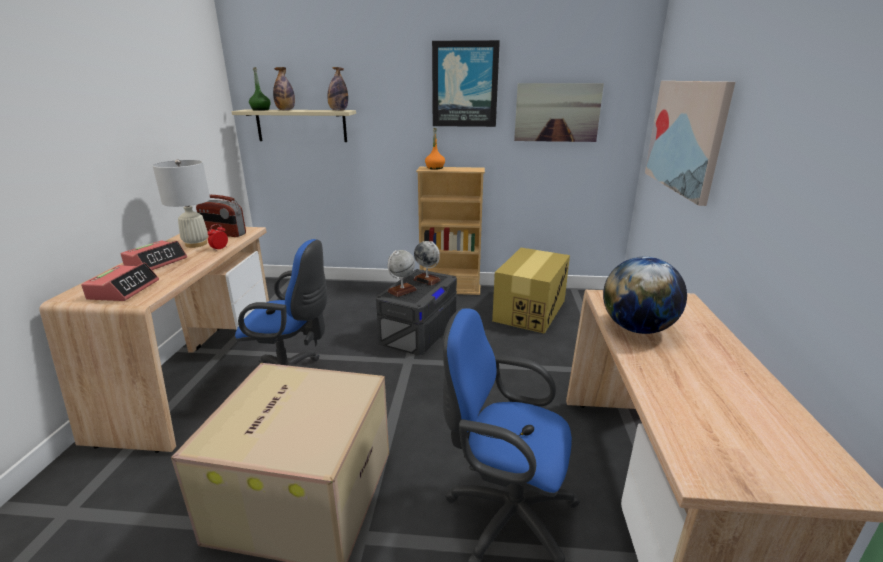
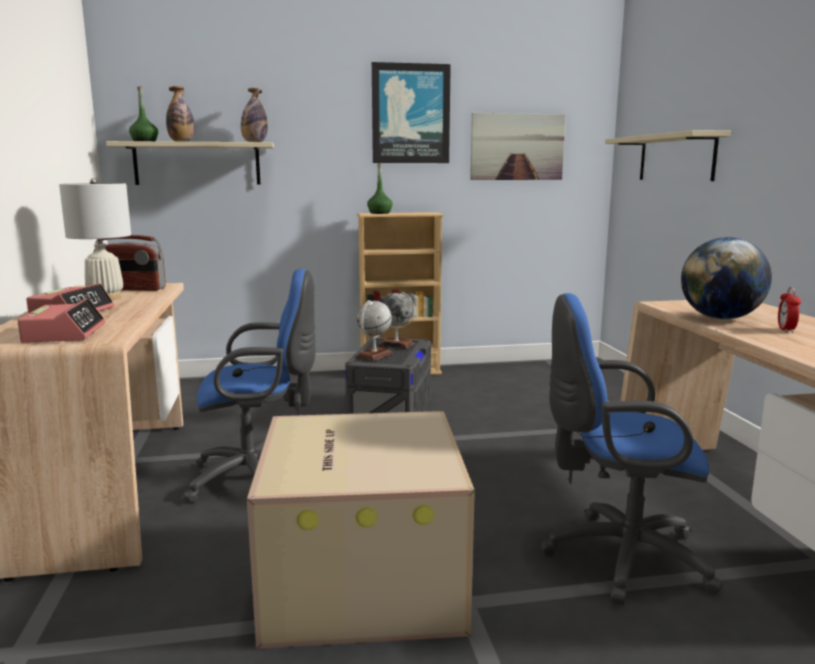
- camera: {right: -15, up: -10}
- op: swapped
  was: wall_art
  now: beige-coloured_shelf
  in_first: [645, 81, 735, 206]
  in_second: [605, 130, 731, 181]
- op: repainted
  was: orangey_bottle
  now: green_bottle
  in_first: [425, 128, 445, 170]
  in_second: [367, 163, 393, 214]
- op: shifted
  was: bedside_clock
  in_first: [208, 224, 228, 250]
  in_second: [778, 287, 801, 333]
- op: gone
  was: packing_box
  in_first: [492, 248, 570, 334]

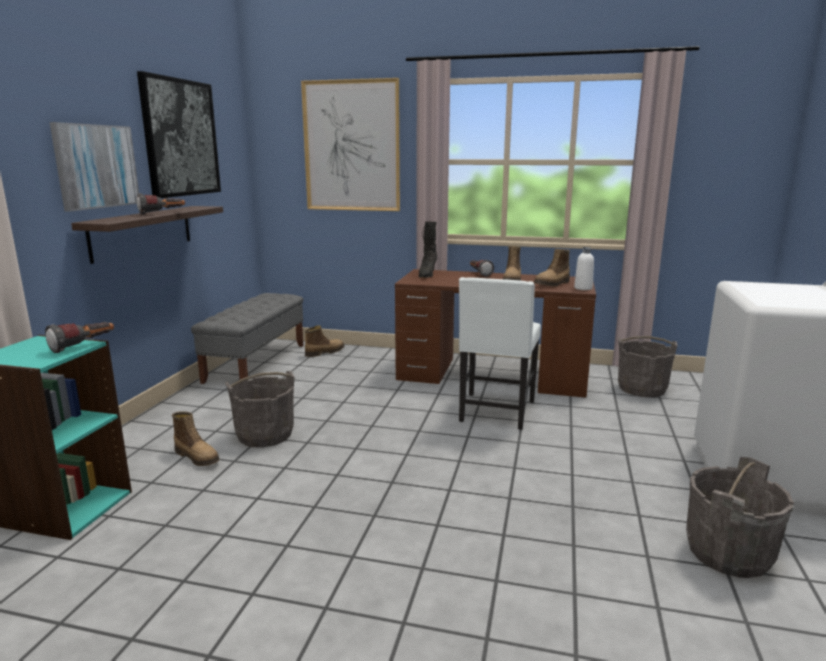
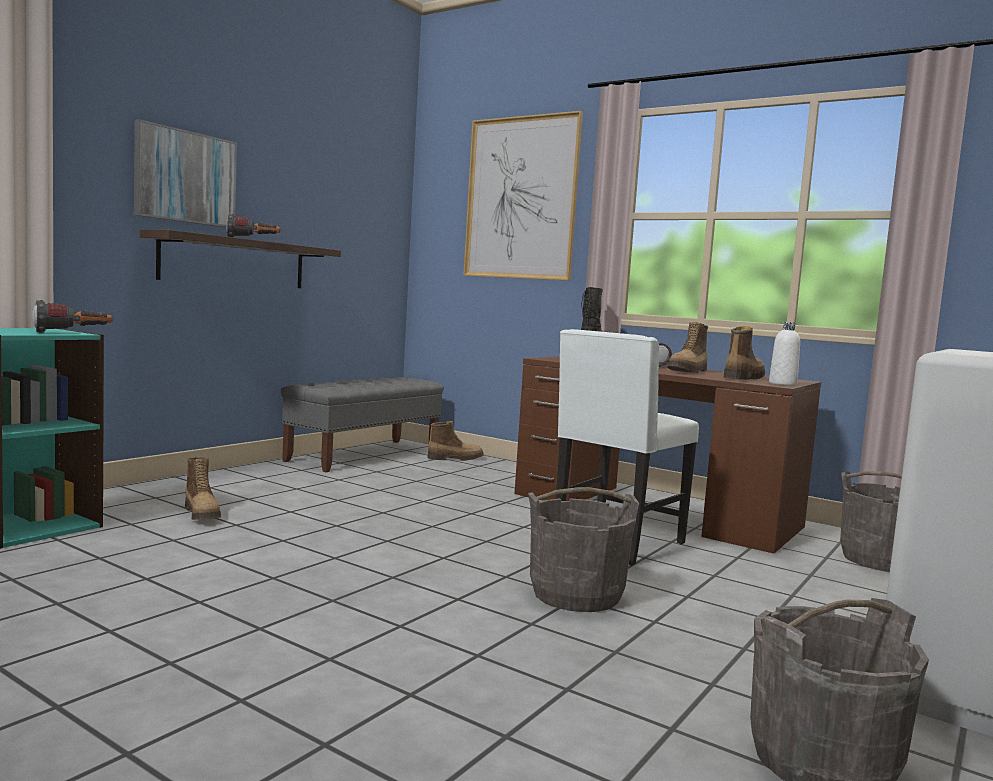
- camera: {right: 20, up: -10}
- op: gone
  was: wall_art
  in_first: [137, 71, 221, 198]
- op: rotated
  was: tall_boot
  in_first: [534, 249, 570, 287]
  in_second: [723, 326, 765, 380]
  clockwise: 150
- op: shifted
  was: grey_bucket
  in_first: [225, 371, 295, 447]
  in_second: [528, 487, 639, 612]

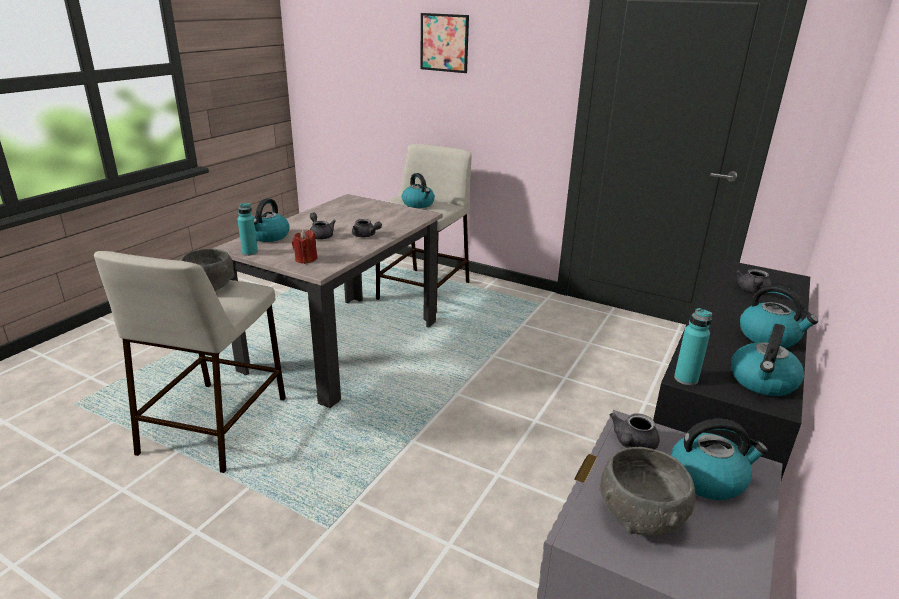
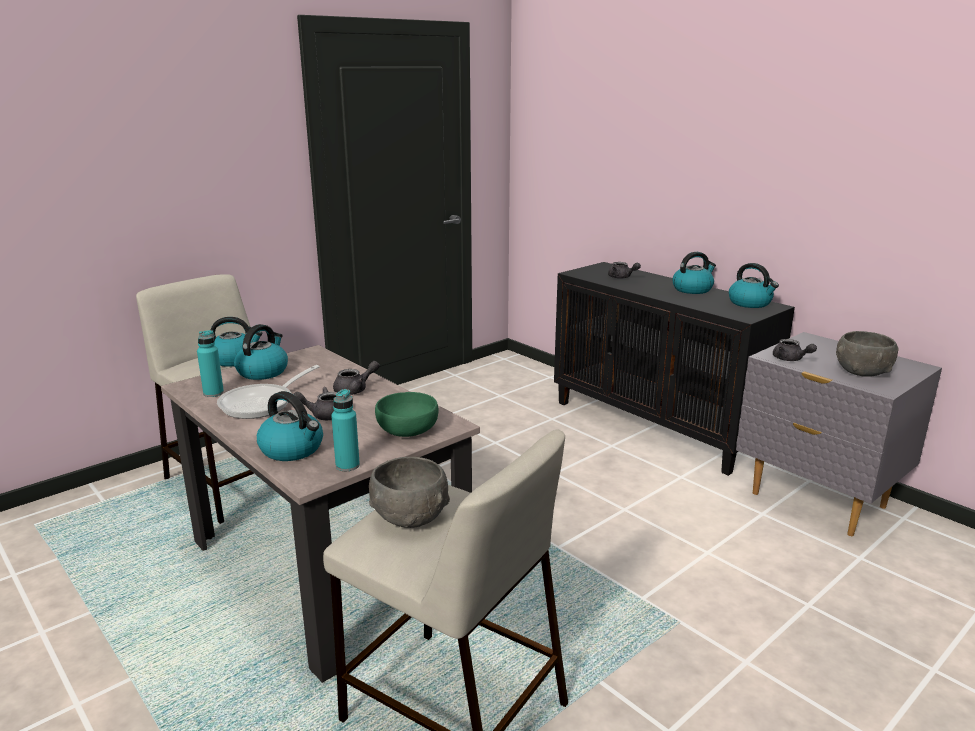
- camera: {right: -70, up: -5}
- op: gone
  was: wall_art
  in_first: [421, 13, 469, 73]
- op: swapped
  was: reddish_wax_light
  now: green_deep_dish
  in_first: [292, 230, 318, 264]
  in_second: [375, 392, 438, 437]
- op: shifted
  was: turquoise_bottle
  in_first: [674, 308, 712, 385]
  in_second: [197, 330, 224, 397]
- op: shifted
  was: water_kettle
  in_first: [671, 419, 768, 500]
  in_second: [234, 324, 288, 380]
- op: new
  now: pan
  in_second: [217, 365, 320, 419]

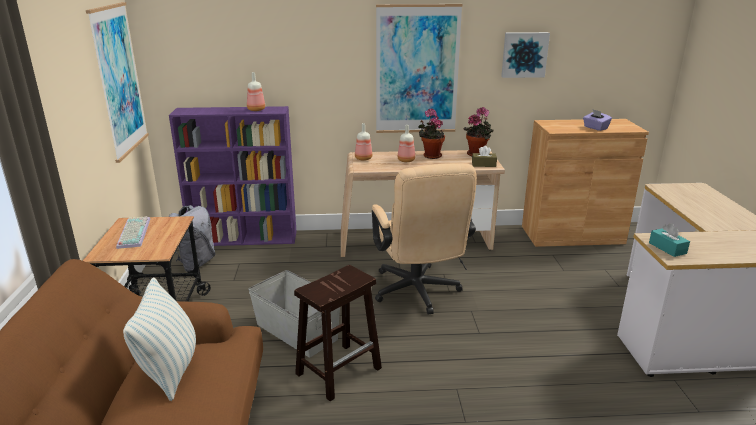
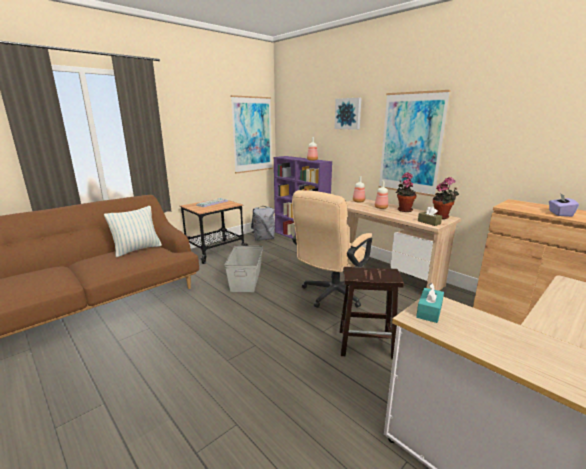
- camera: {right: 50, up: -5}
- op: shifted
  was: wall_art
  in_first: [501, 32, 550, 78]
  in_second: [334, 98, 362, 130]
- op: shifted
  was: brown-coloured_stool
  in_first: [294, 265, 382, 401]
  in_second: [340, 267, 404, 360]

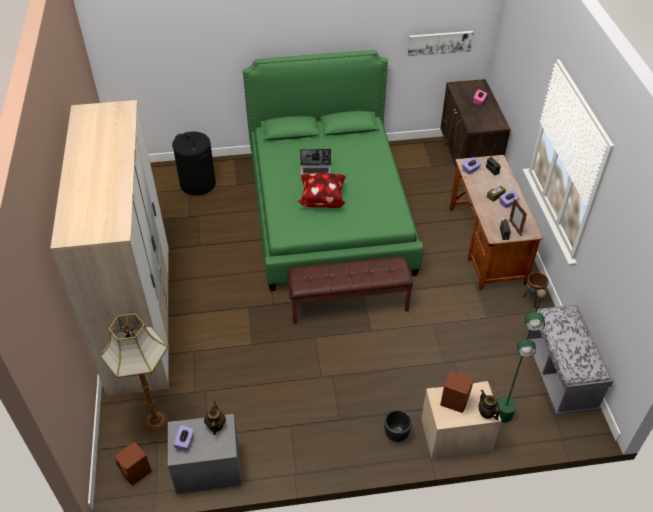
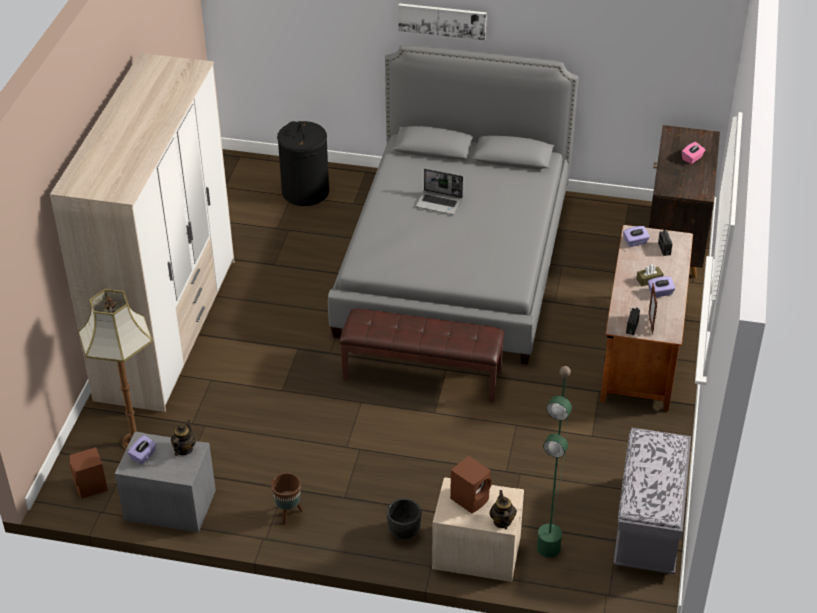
- camera: {right: 20, up: -5}
- op: shifted
  was: wall_art
  in_first: [408, 31, 474, 56]
  in_second: [398, 3, 487, 40]
- op: repainted
  was: green_bedroom_bed
  now: grey_bedroom_bed
  in_first: [243, 50, 423, 291]
  in_second: [328, 45, 578, 365]
- op: gone
  was: cushion
  in_first: [298, 173, 346, 208]
- op: shifted
  was: brown-coloured_planter
  in_first: [522, 272, 549, 308]
  in_second: [271, 473, 303, 525]

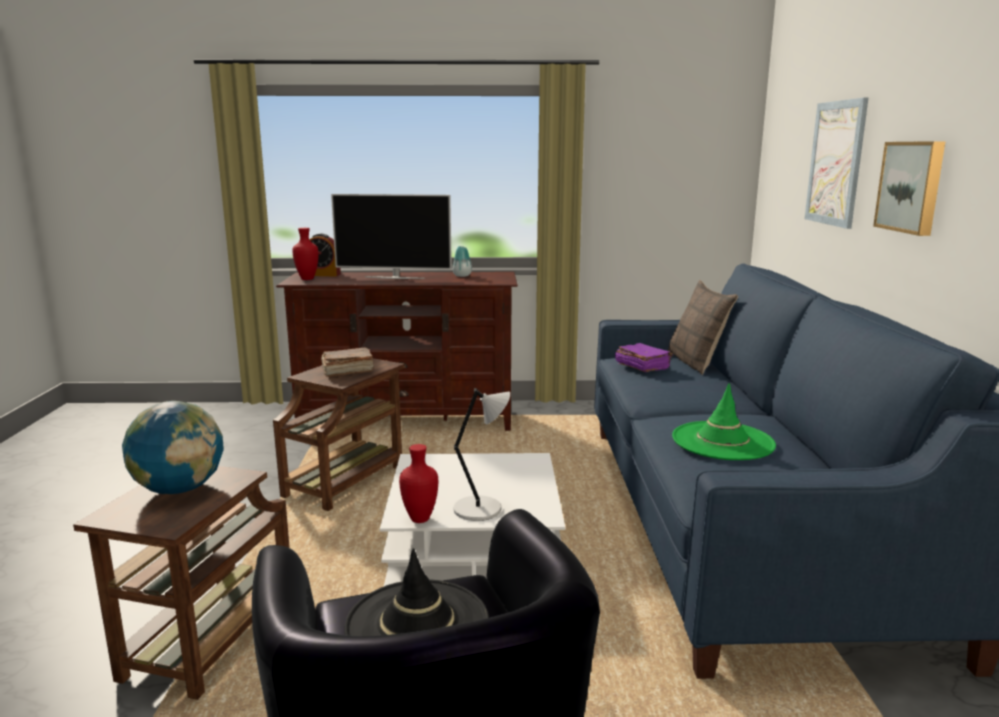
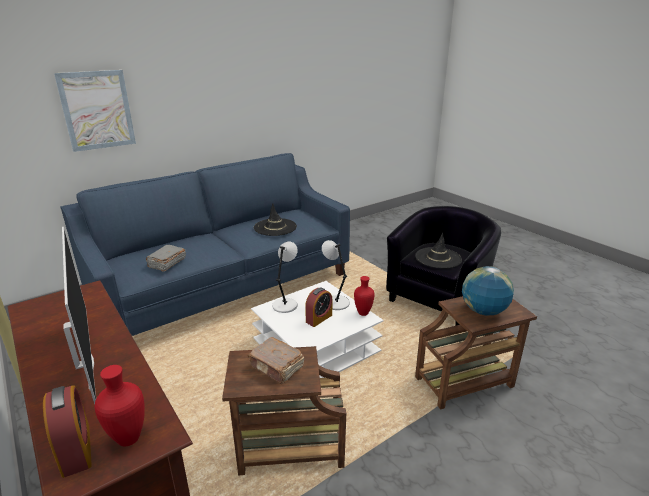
- camera: {right: -125, up: 10}
- op: gone
  was: wall_art
  in_first: [873, 141, 946, 236]
- op: gone
  was: flower_vase
  in_first: [453, 246, 472, 277]
- op: gone
  was: cushion
  in_first: [668, 280, 738, 375]
- op: repainted
  was: purplish_volume
  now: grey_volume
  in_first: [615, 343, 673, 372]
  in_second: [146, 245, 186, 272]
- op: repainted
  was: green_wearable_hat
  now: black-coloured_wearable_hat
  in_first: [672, 383, 776, 460]
  in_second: [254, 203, 297, 236]
- op: new
  now: grey_lamp_for_a_table
  in_second: [272, 241, 298, 313]
- op: new
  now: bedside_clock
  in_second: [305, 288, 332, 327]

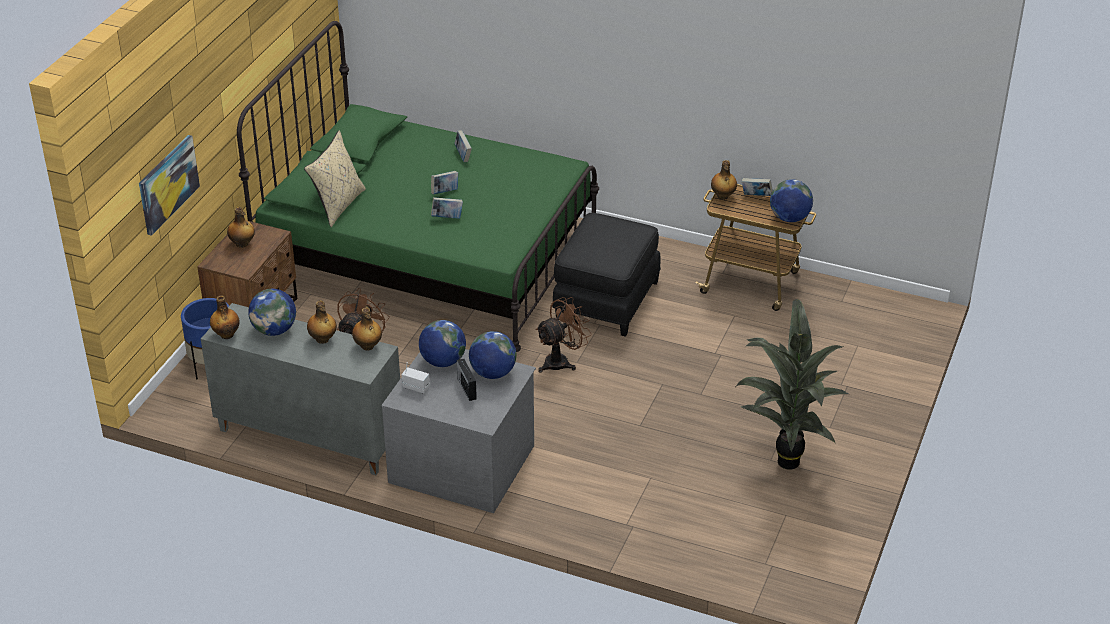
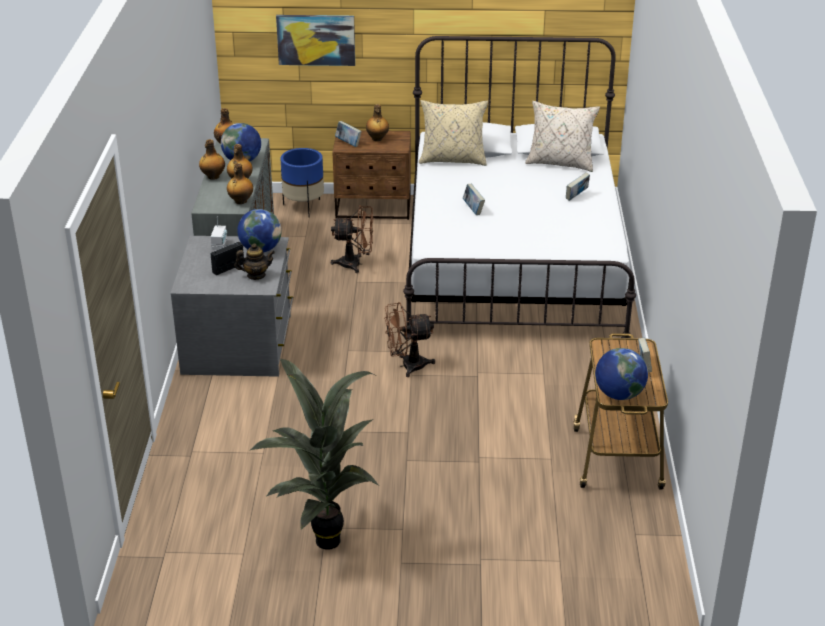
- camera: {right: 70, up: -5}
- op: repainted
  was: green_bedroom_bed
  now: white_bedroom_bed
  in_first: [237, 21, 599, 352]
  in_second: [403, 36, 636, 339]
- op: shifted
  was: bottle
  in_first: [711, 160, 737, 200]
  in_second: [199, 139, 225, 180]
- op: shifted
  was: volume
  in_first: [431, 171, 458, 194]
  in_second: [335, 121, 362, 147]
- op: gone
  was: black-coloured_pouffe
  in_first: [552, 213, 661, 337]
- op: rotated
  was: brown-coloured_fan
  in_first: [536, 297, 592, 373]
  in_second: [384, 302, 435, 377]
  clockwise: 135
- op: swapped
  was: globe
  now: teapot
  in_first: [469, 331, 516, 379]
  in_second: [234, 243, 275, 280]
- op: new
  now: beige-coloured_cushion
  in_second: [525, 101, 600, 172]

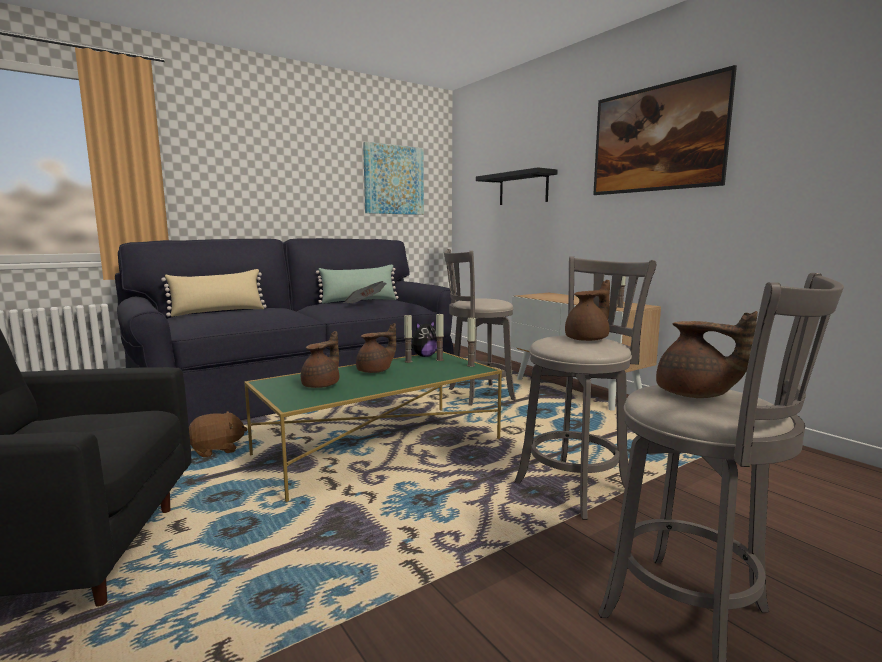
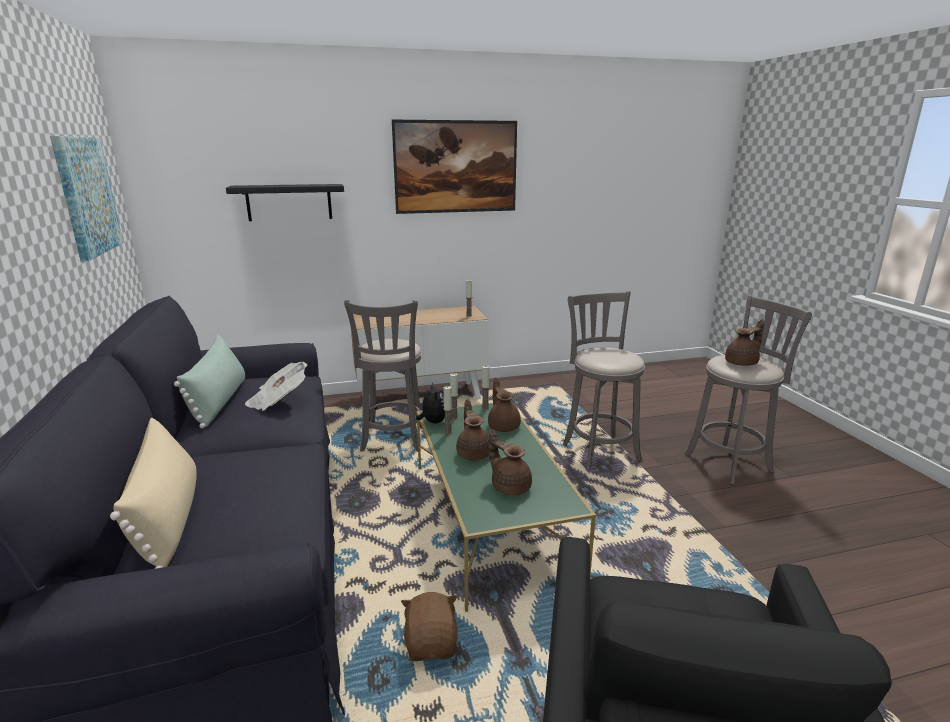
- camera: {right: -70, up: 10}
- op: shifted
  was: brown-coloured_teapot
  in_first: [565, 280, 610, 341]
  in_second: [488, 378, 521, 432]

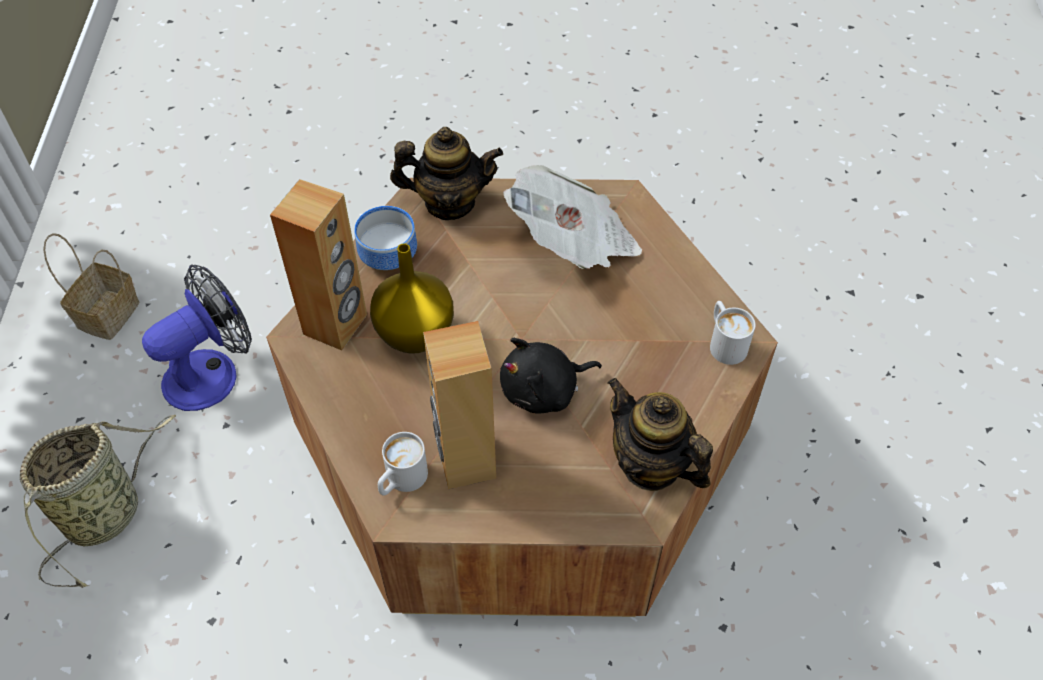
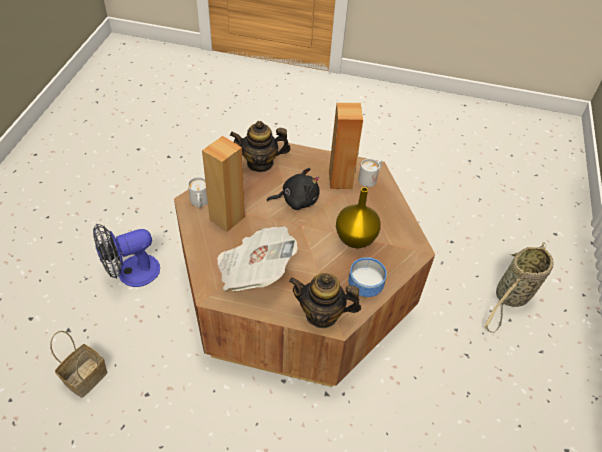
- camera: {right: -170, up: -5}
- op: shifted
  was: brown-coloured_audio_speaker
  in_first: [270, 179, 367, 350]
  in_second: [202, 136, 245, 232]
- op: shifted
  was: storage_basket
  in_first: [43, 233, 139, 340]
  in_second: [50, 331, 108, 398]
- op: shifted
  was: fan
  in_first: [142, 264, 252, 411]
  in_second: [93, 224, 160, 287]
- op: rotated
  was: teapot
  in_first: [607, 378, 713, 491]
  in_second: [230, 121, 291, 172]
  clockwise: 120

